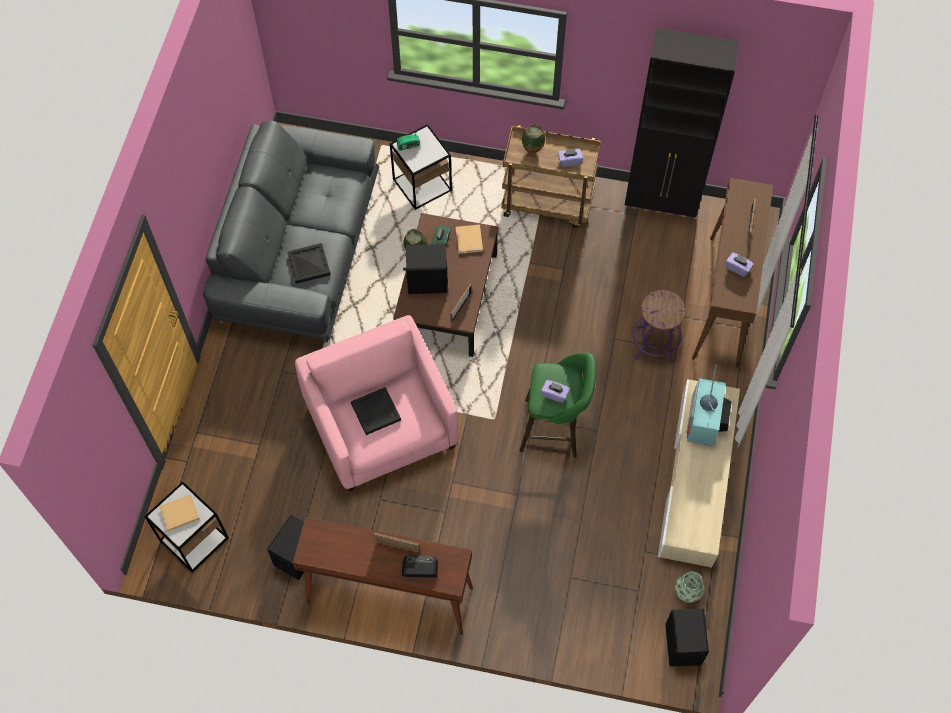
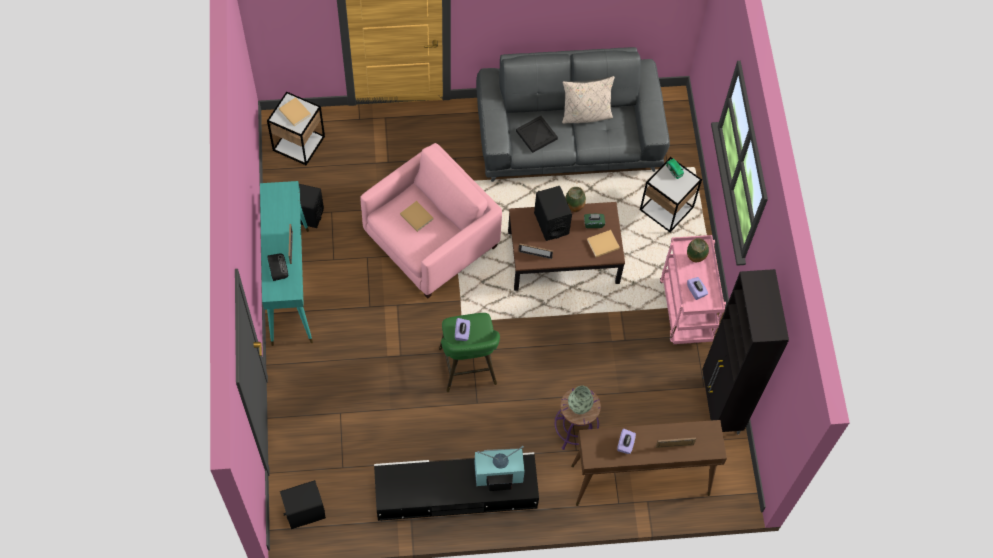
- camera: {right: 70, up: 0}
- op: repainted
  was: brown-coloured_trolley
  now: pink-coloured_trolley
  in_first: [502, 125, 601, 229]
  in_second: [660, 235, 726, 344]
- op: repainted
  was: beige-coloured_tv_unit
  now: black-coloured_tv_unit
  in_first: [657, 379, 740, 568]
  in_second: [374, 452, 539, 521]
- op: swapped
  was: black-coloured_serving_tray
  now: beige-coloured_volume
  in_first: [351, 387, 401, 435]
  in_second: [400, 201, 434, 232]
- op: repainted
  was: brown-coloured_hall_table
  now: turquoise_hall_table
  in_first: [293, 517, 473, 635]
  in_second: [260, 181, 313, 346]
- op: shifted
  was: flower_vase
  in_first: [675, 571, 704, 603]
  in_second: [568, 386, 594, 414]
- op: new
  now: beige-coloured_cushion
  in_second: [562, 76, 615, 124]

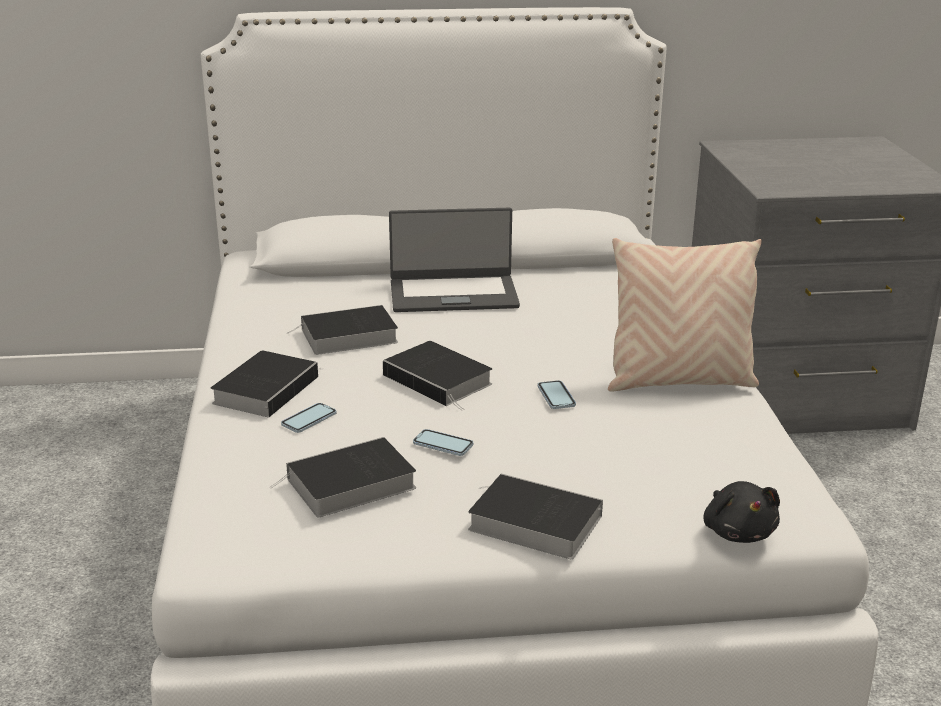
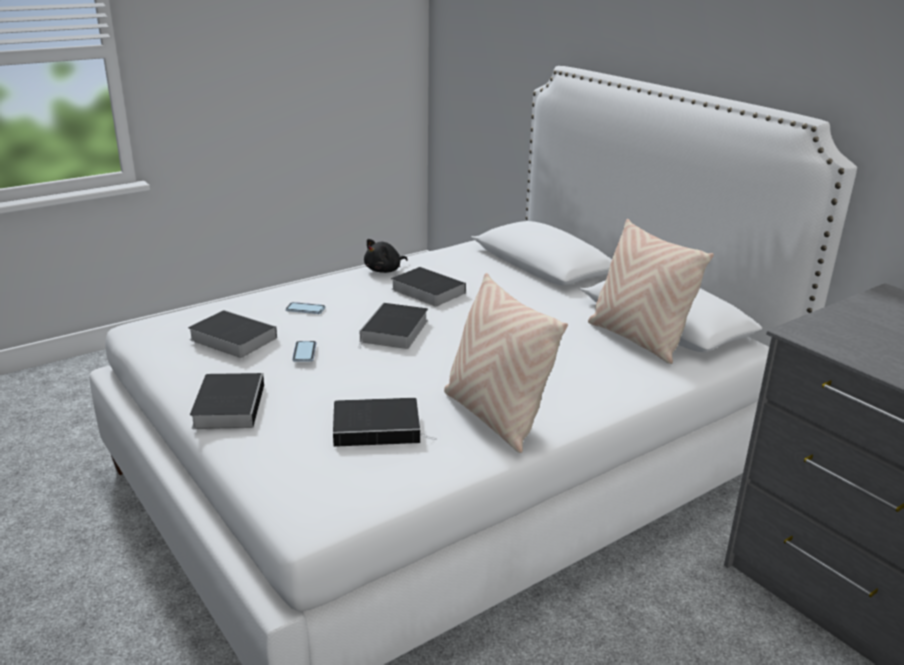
- camera: {right: 60, up: 0}
- op: gone
  was: portable_computer
  in_first: [389, 208, 520, 312]
- op: shifted
  was: volume
  in_first: [211, 350, 321, 418]
  in_second: [333, 398, 437, 447]
- op: gone
  was: handset
  in_first: [538, 380, 576, 409]
- op: shifted
  was: black-coloured_cuddly_toy
  in_first: [703, 481, 780, 543]
  in_second: [364, 239, 408, 273]
- op: new
  now: beige-coloured_cushion
  in_second: [588, 219, 714, 364]

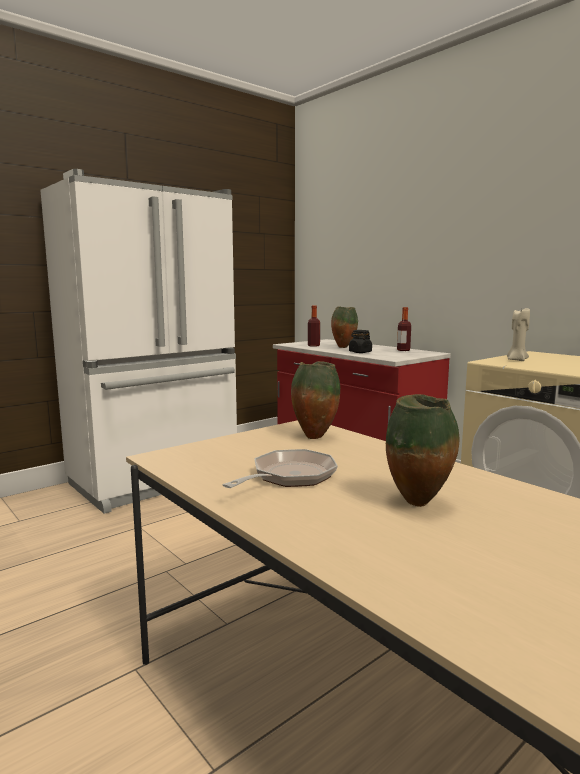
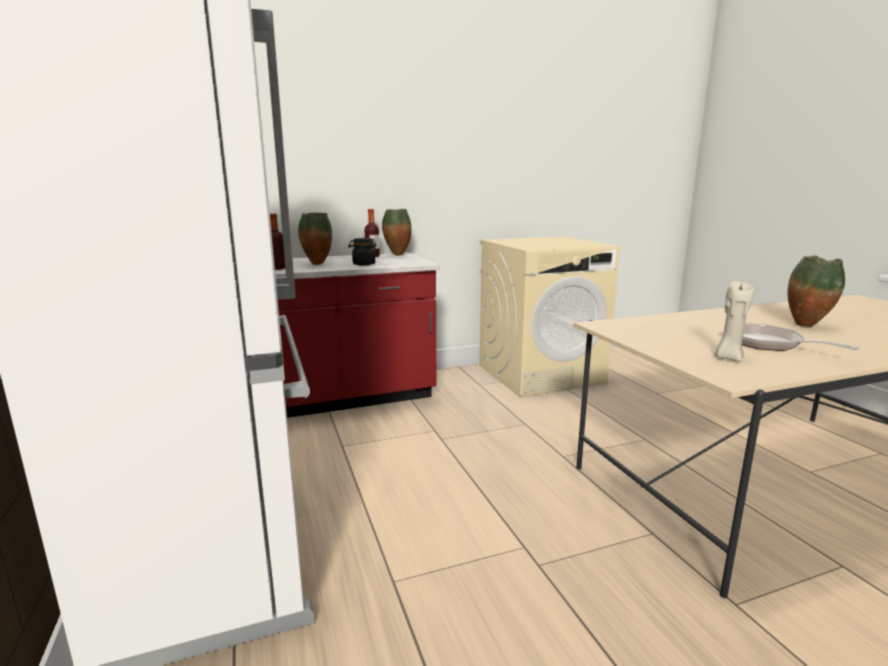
- camera: {right: -70, up: 5}
- op: shifted
  was: beige-coloured_wax_light
  in_first: [507, 308, 530, 361]
  in_second: [714, 281, 754, 362]
- op: shifted
  was: flower_vase
  in_first: [291, 361, 340, 439]
  in_second: [382, 209, 411, 256]

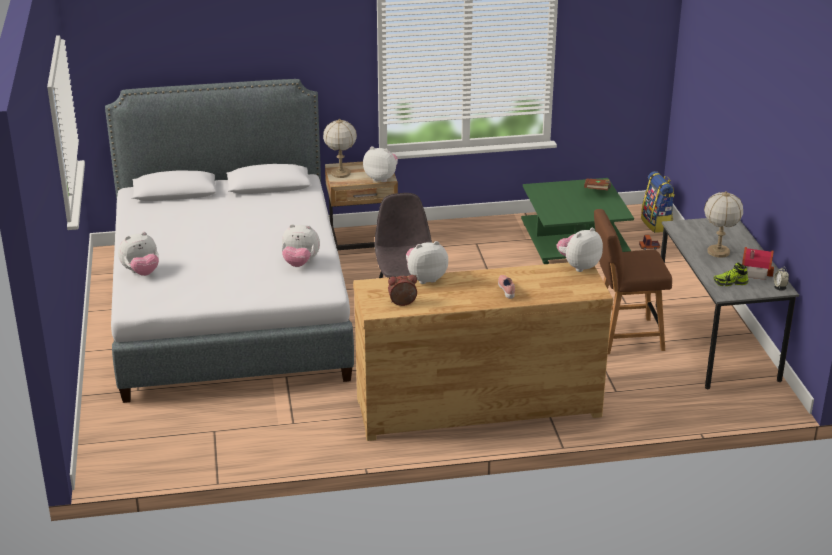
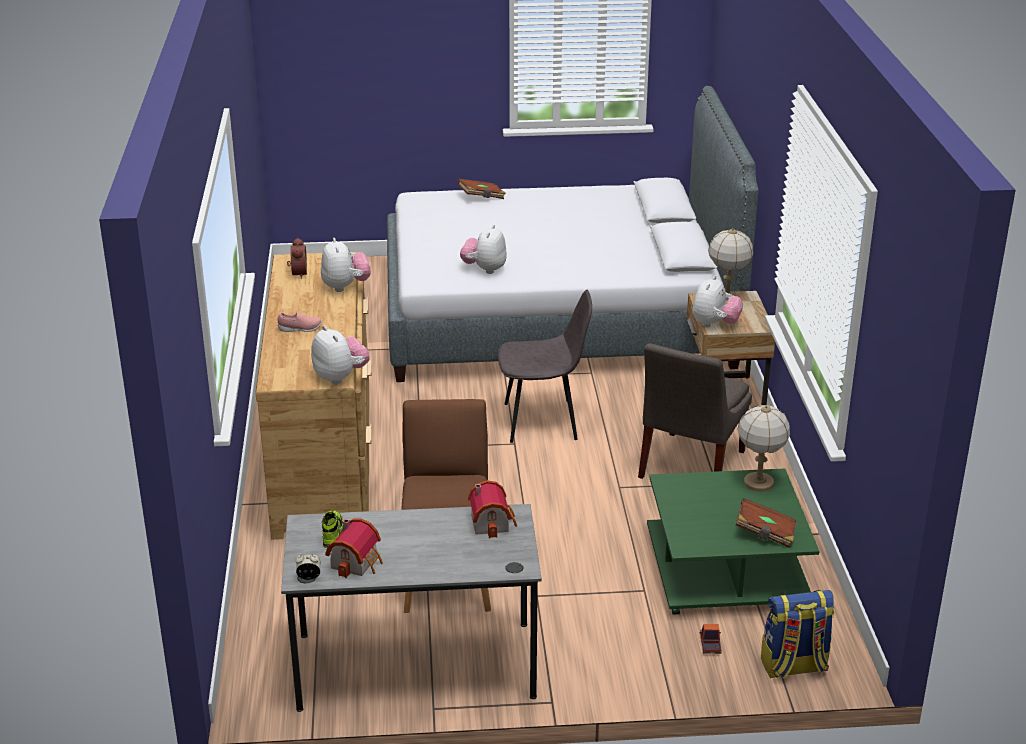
- camera: {right: 95, up: 0}
- op: shifted
  was: lamp_for_a_table
  in_first: [704, 191, 743, 258]
  in_second: [737, 405, 790, 492]
- op: swapped
  was: cuddly_toy
  now: brown-coloured_volume
  in_first: [118, 232, 159, 276]
  in_second: [457, 178, 506, 199]
- op: new
  now: grey_chair
  in_second: [638, 343, 752, 479]
- op: new
  now: miniature_house
  in_second: [468, 480, 517, 538]

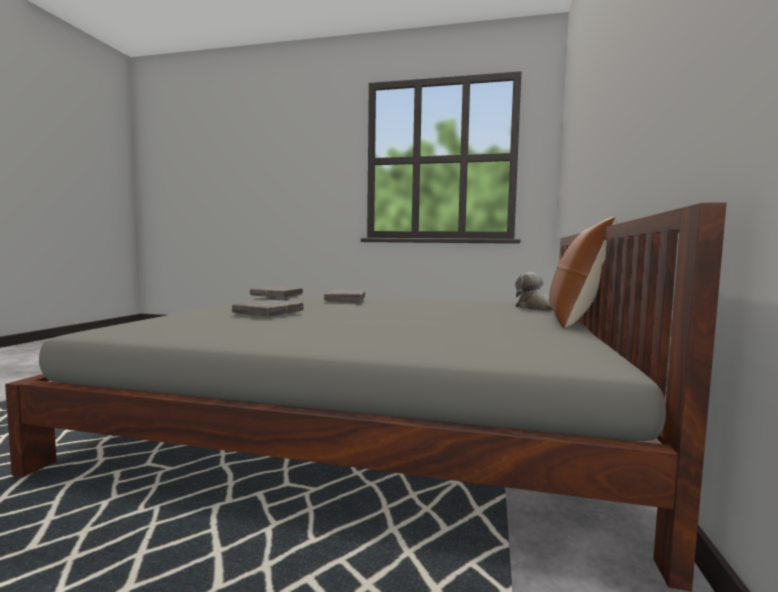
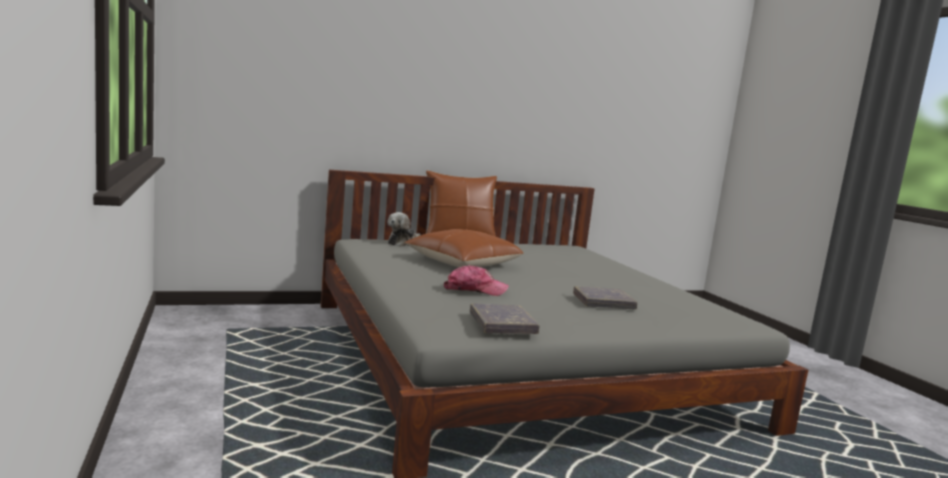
- camera: {right: -125, up: 5}
- op: swapped
  was: grey_volume
  now: baseball_cap
  in_first: [324, 290, 365, 302]
  in_second: [444, 265, 509, 296]
- op: new
  now: brown-coloured_cushion
  in_second: [404, 229, 523, 267]

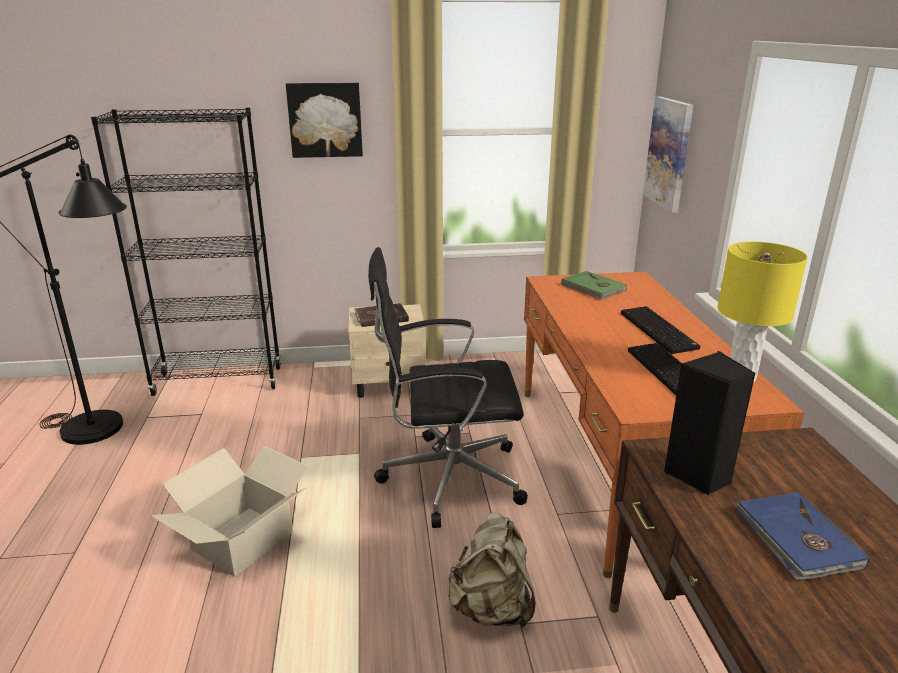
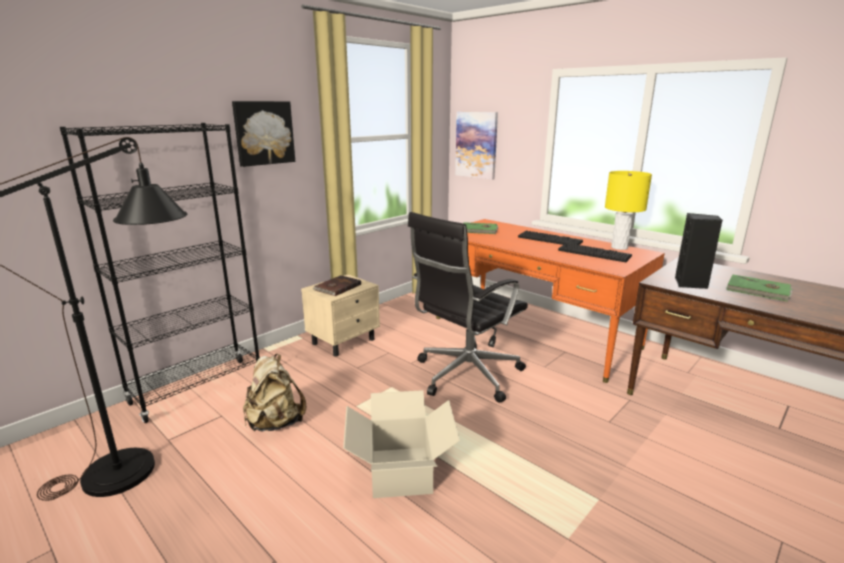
- camera: {right: -40, up: -5}
- op: repainted
  was: bluish_volume
  now: green_volume
  in_first: [735, 492, 870, 581]
  in_second: [726, 275, 792, 302]
- op: shifted
  was: beige-coloured_knapsack
  in_first: [448, 513, 536, 628]
  in_second: [243, 354, 306, 432]

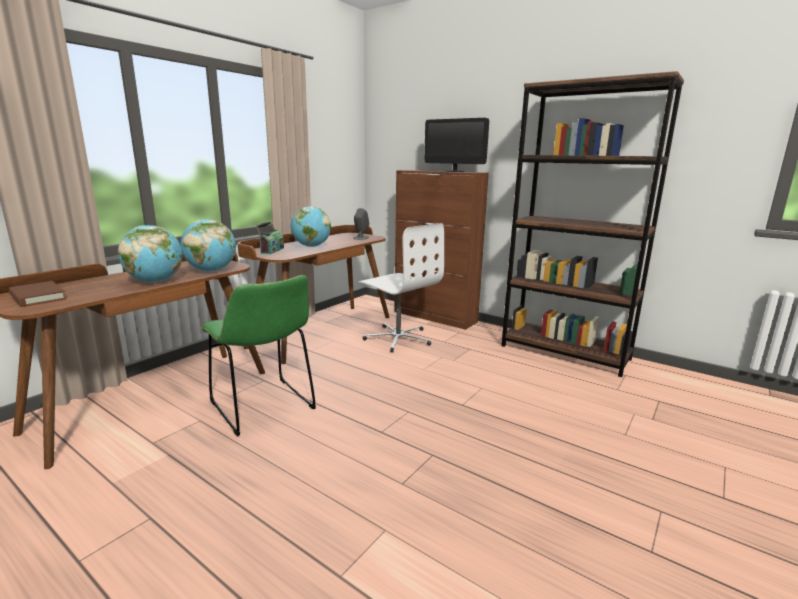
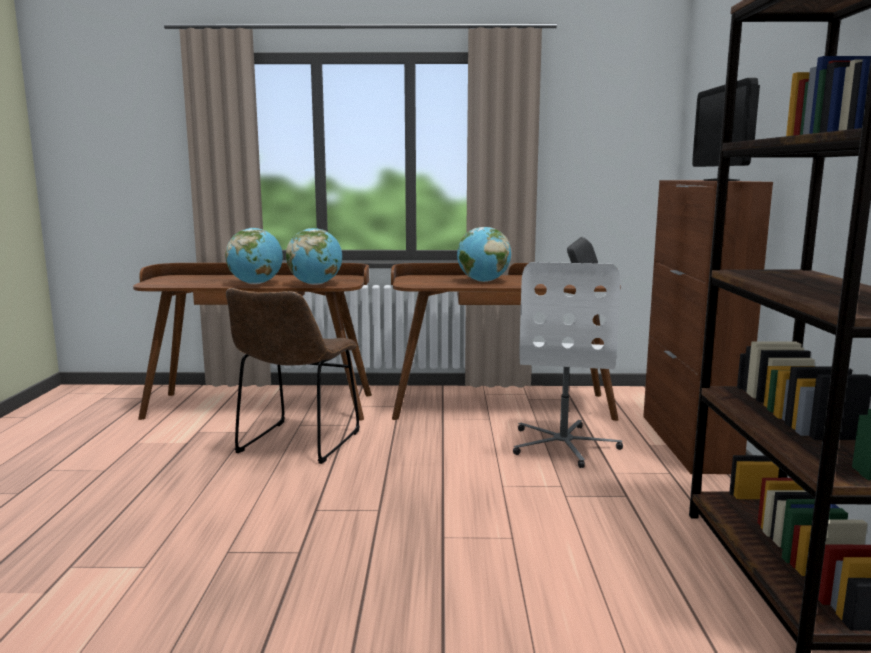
- camera: {right: 55, up: -5}
- op: gone
  was: radio_set
  in_first: [256, 222, 284, 254]
- op: repainted
  was: green_chair
  now: brown-coloured_chair
  in_first: [202, 275, 316, 436]
  in_second: [226, 288, 360, 464]
- op: gone
  was: brown-coloured_volume
  in_first: [9, 281, 67, 307]

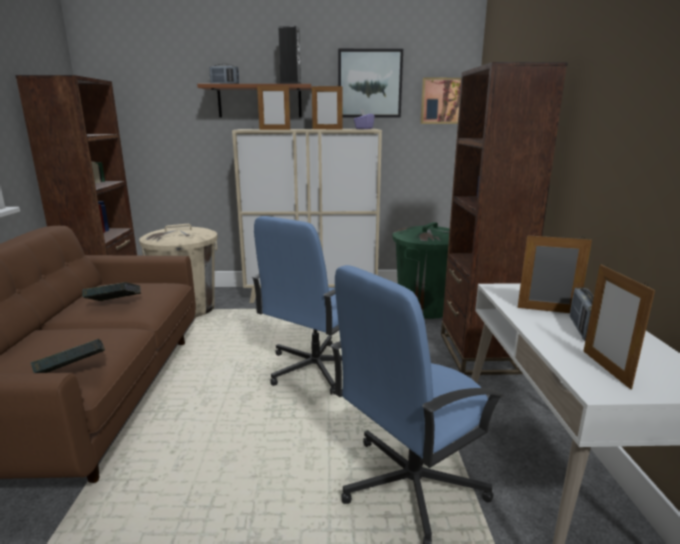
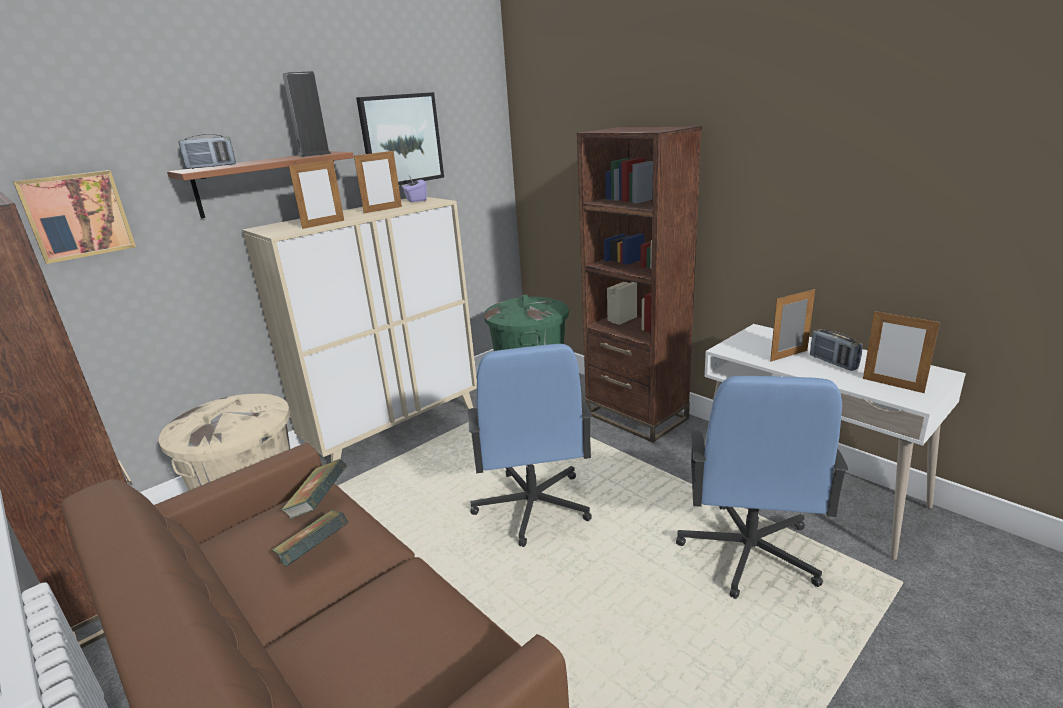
- camera: {right: -40, up: 5}
- op: shifted
  was: wall_art
  in_first: [420, 78, 461, 124]
  in_second: [13, 170, 136, 264]
- op: shifted
  was: volume
  in_first: [30, 339, 105, 373]
  in_second: [280, 459, 347, 519]

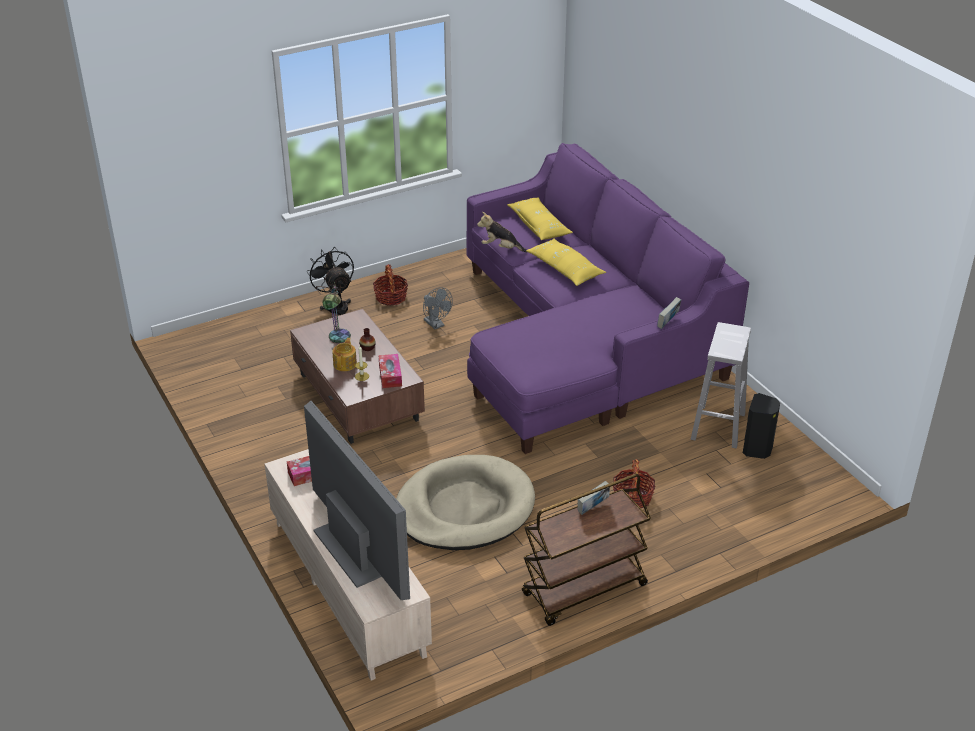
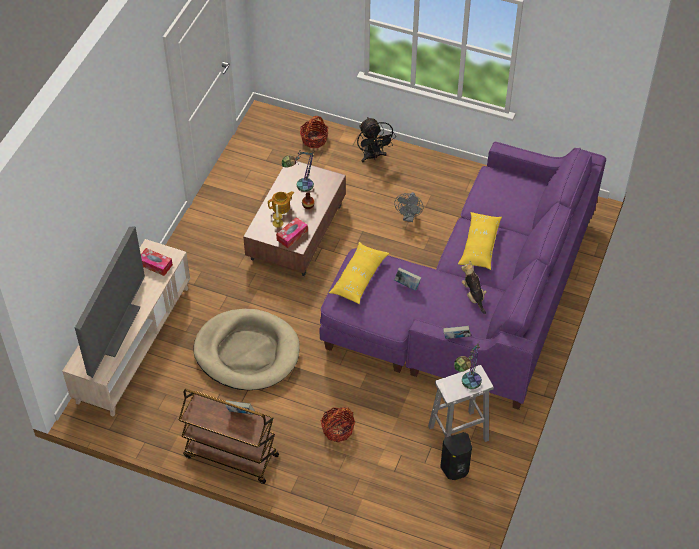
- camera: {right: 50, up: 15}
- op: shifted
  was: yellowish_cushion
  in_first: [507, 197, 573, 240]
  in_second: [329, 242, 390, 304]
- op: shifted
  was: cuddly_toy
  in_first: [477, 212, 527, 252]
  in_second: [461, 260, 487, 314]
- op: rotated
  was: black-coloured_fan
  in_first: [306, 247, 354, 315]
  in_second: [357, 117, 396, 162]
  clockwise: 135
- op: shifted
  was: storage_basket
  in_first: [373, 264, 408, 306]
  in_second: [300, 116, 329, 148]
- op: new
  now: volume
  in_second: [394, 267, 421, 291]
- op: new
  now: lamp_for_a_table
  in_second: [454, 343, 482, 389]

